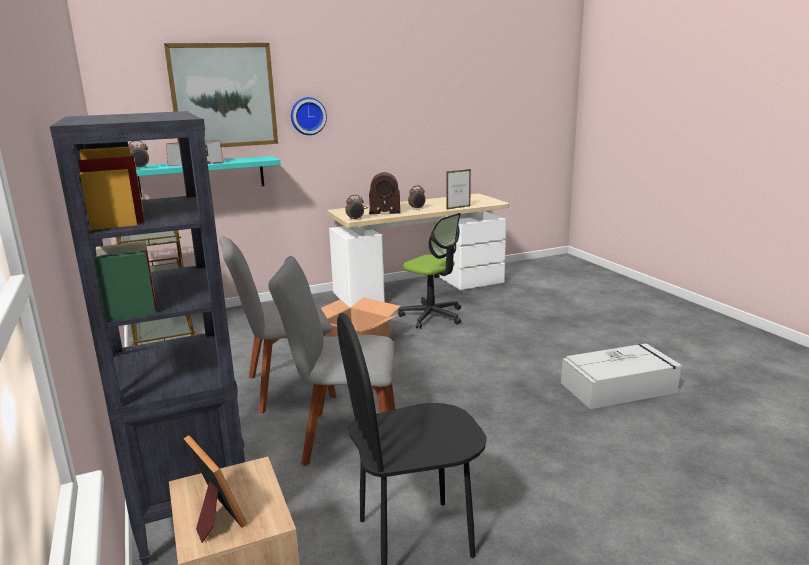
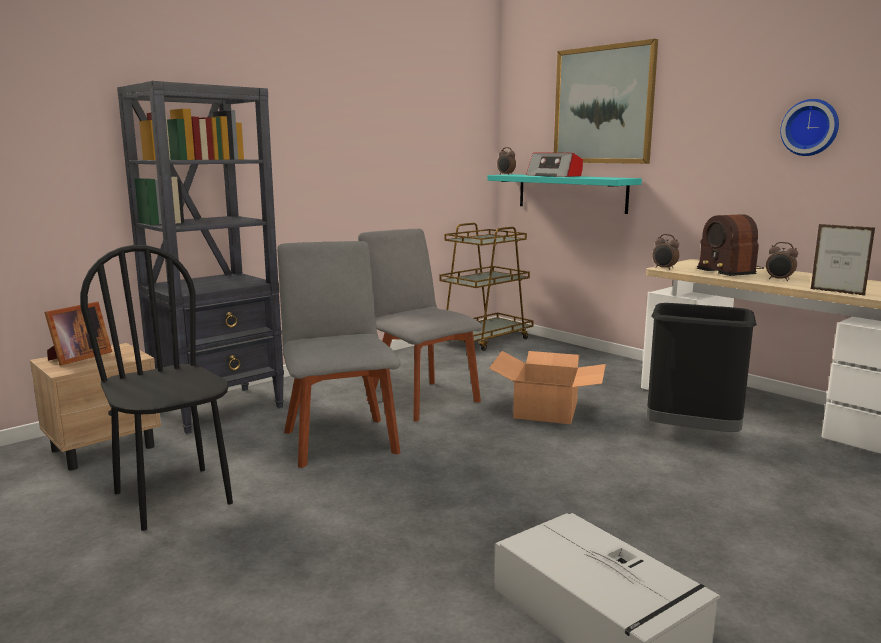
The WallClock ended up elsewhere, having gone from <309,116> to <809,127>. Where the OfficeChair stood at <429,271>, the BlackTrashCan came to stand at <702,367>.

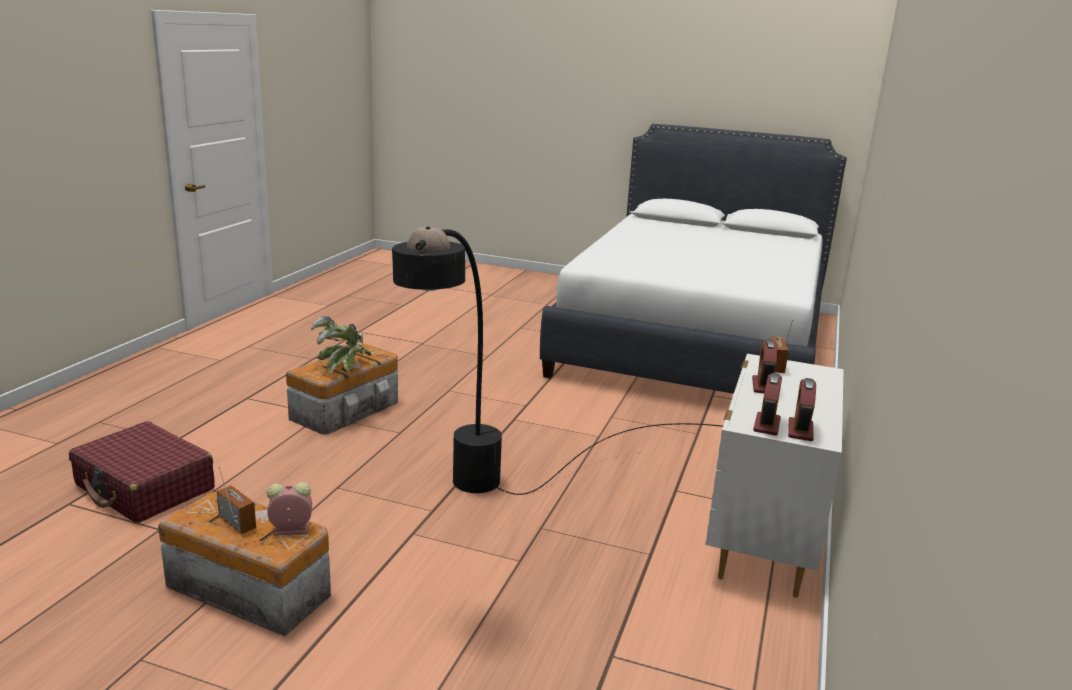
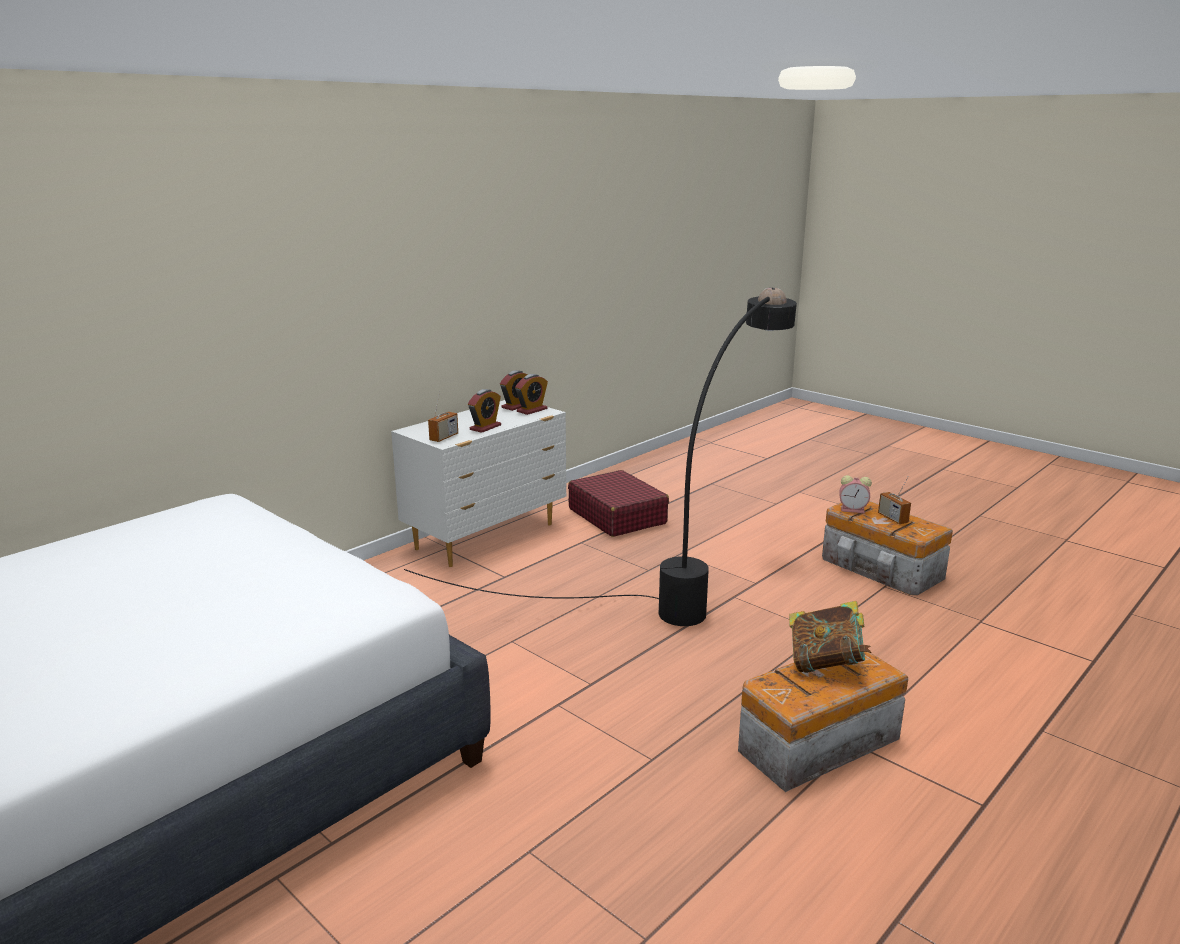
The RedSuitcase ended up elsewhere, having gone from <142,472> to <618,503>. Where the PottedPlant stood at <341,344>, the Book came to stand at <830,637>.

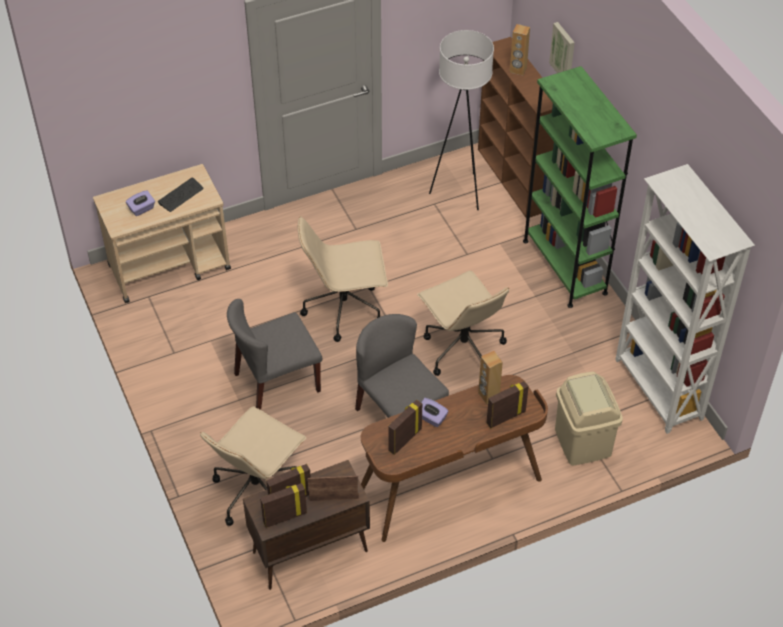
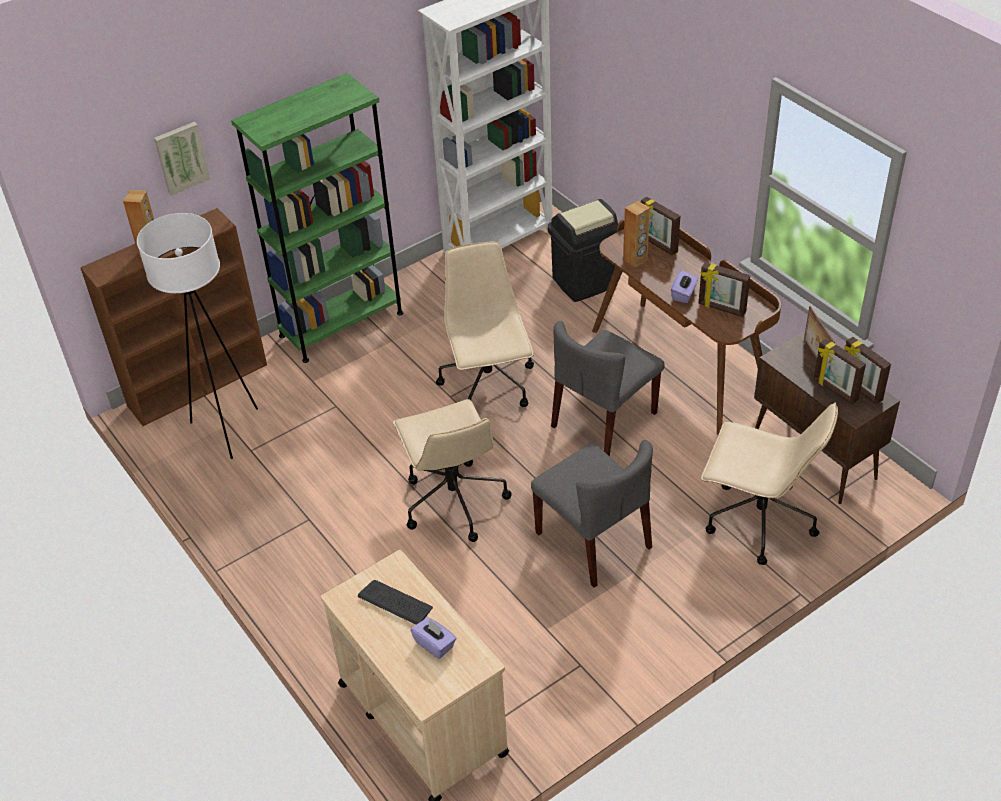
What was the BeigeTrashCan at <589,418> turned into the BlackTrashCan at <583,250>. The BeigeOfficeChair at <463,323> ended up facing another way, 60 degrees counterclockwise from before.

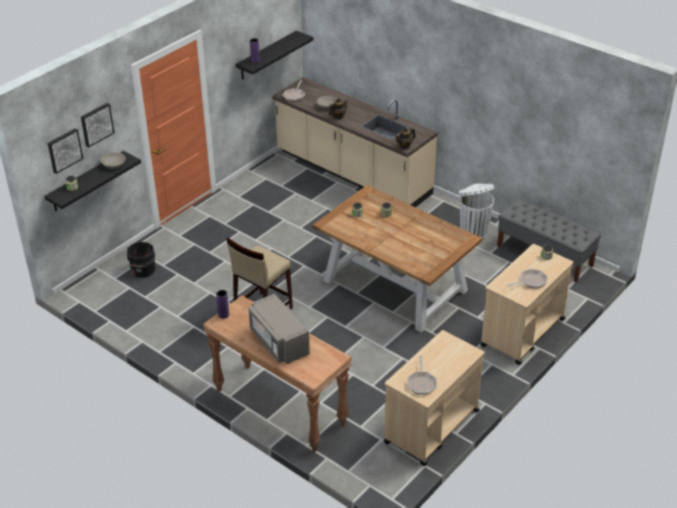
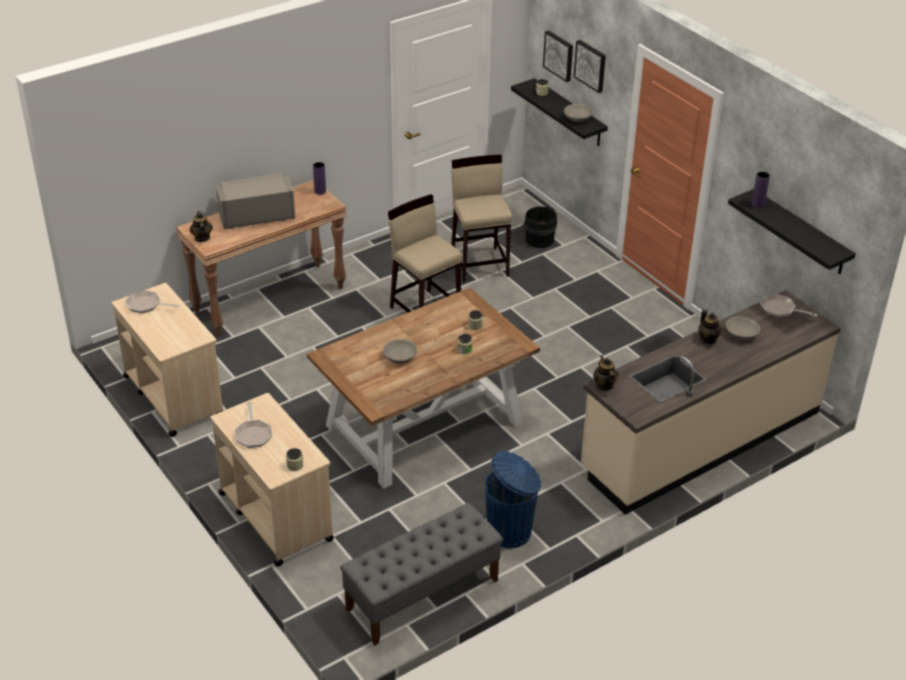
The second view gained the Teapot at <201,226>. The second view gained the GreyBowl at <400,351>. The second view gained the BeigeStool at <481,218>. What was the WhiteTrashCan at <476,212> turned into the BlueTrashCan at <513,499>.

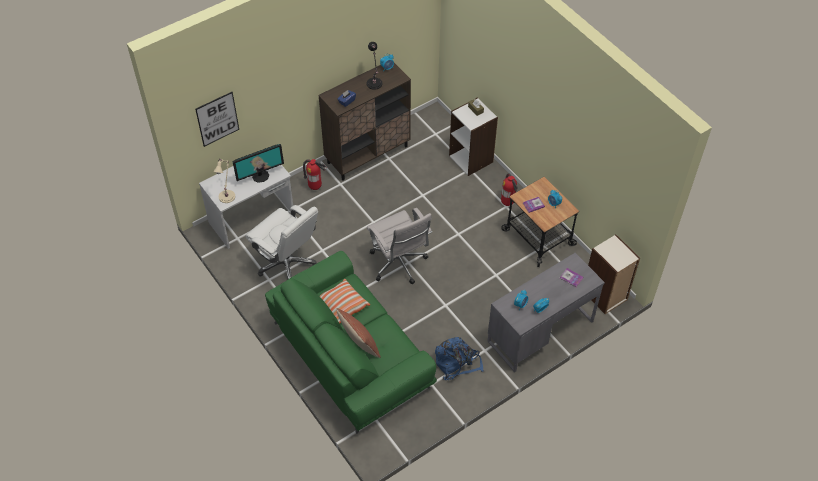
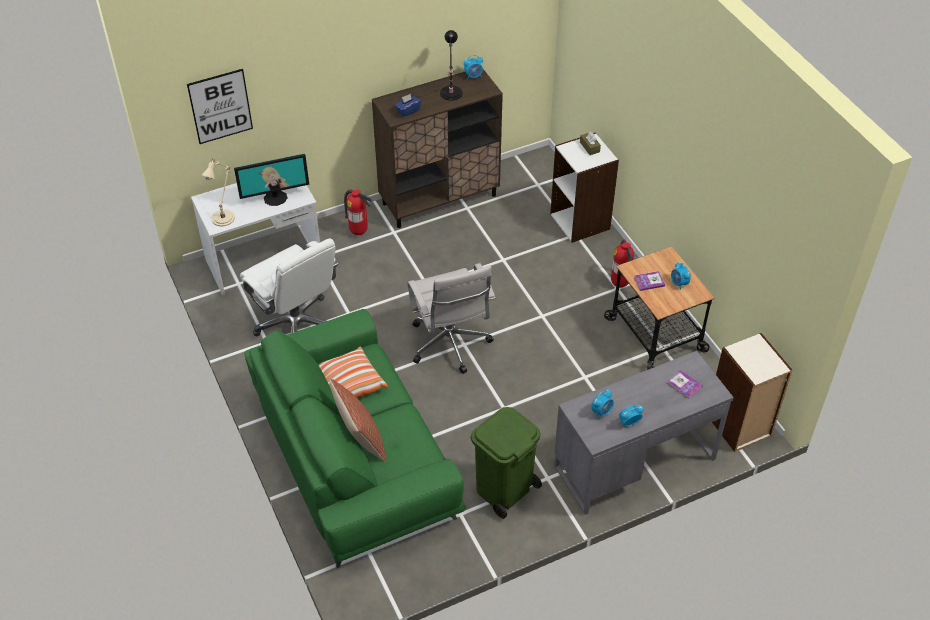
Where the BlueBackpack stood at <459,358>, the GreenTrashCan came to stand at <506,463>.

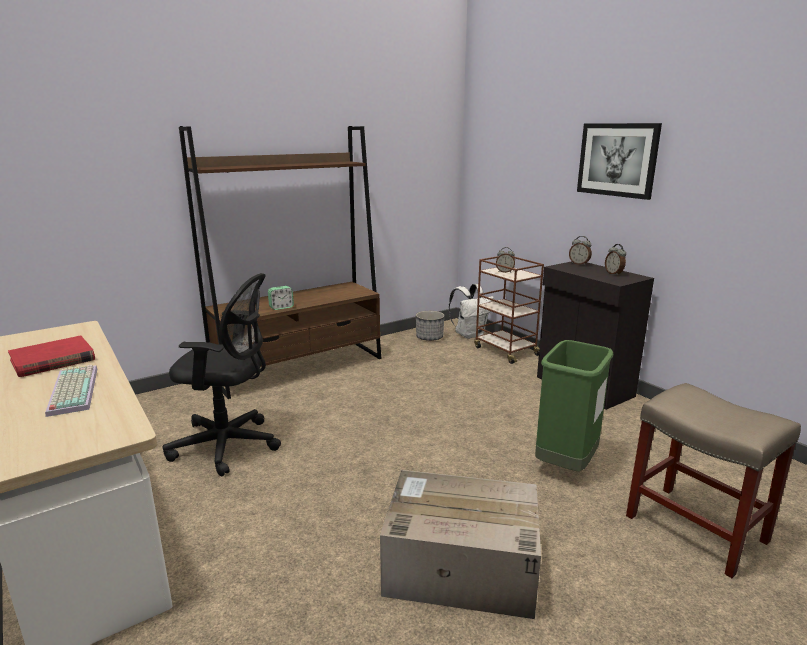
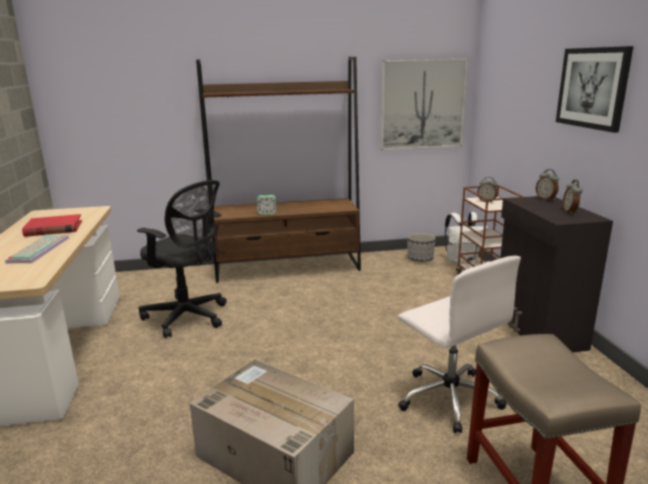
The second view gained the Picture at <424,104>. Where the GreenTrashCan stood at <574,405>, the WhiteOfficeChair came to stand at <459,344>.

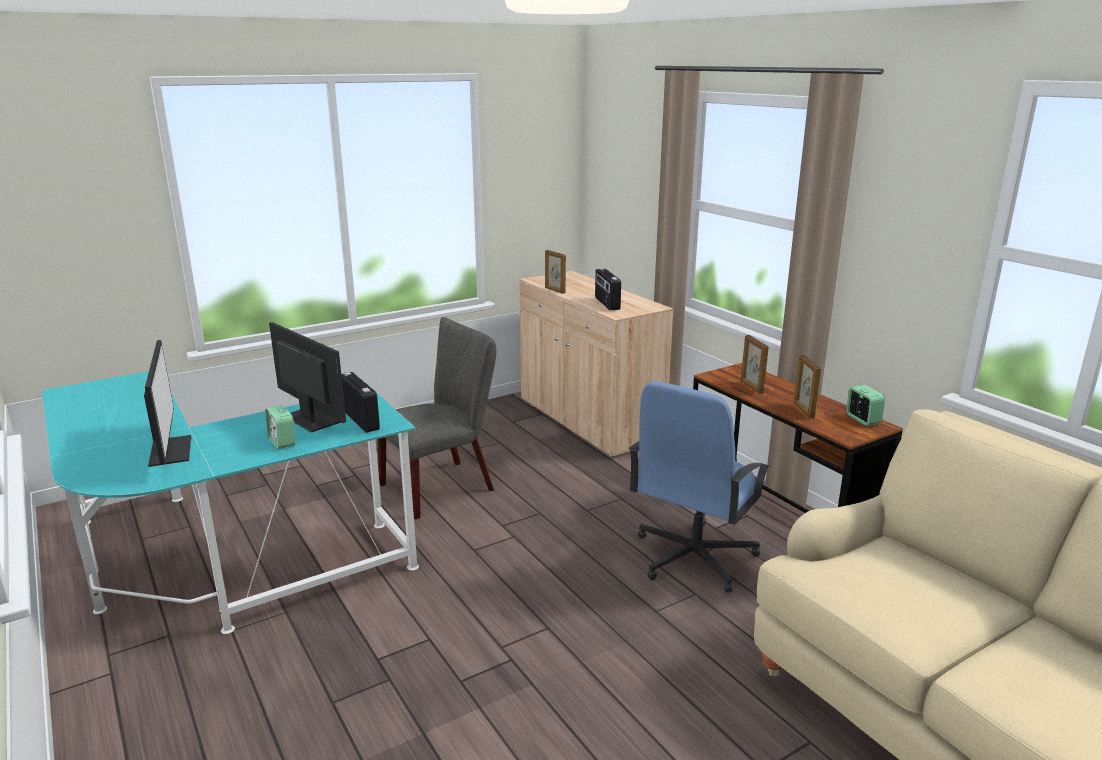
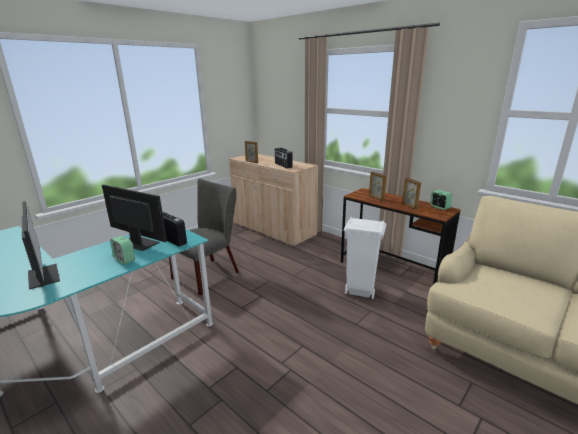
Where the BlueOfficeChair stood at <699,487>, the WhiteTrashCan came to stand at <365,258>.

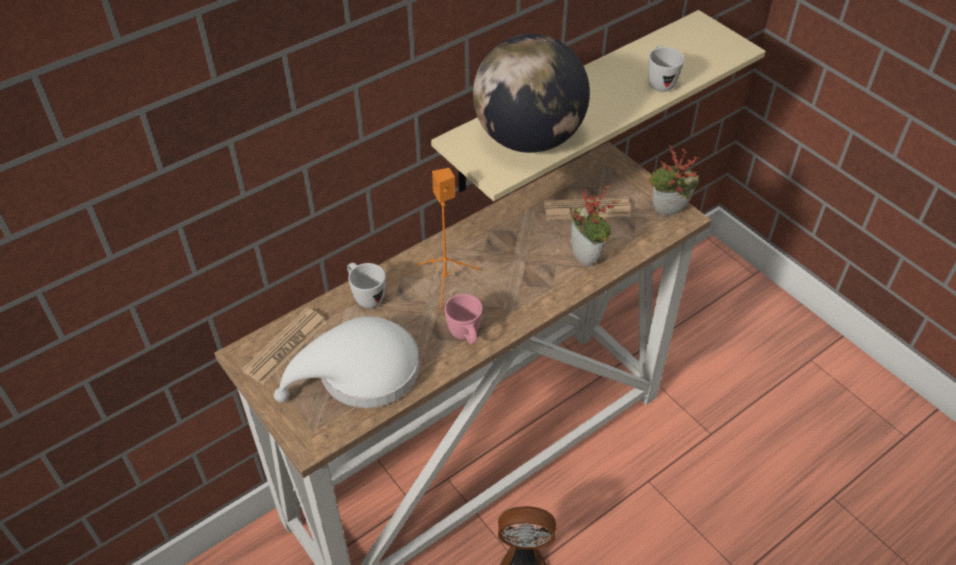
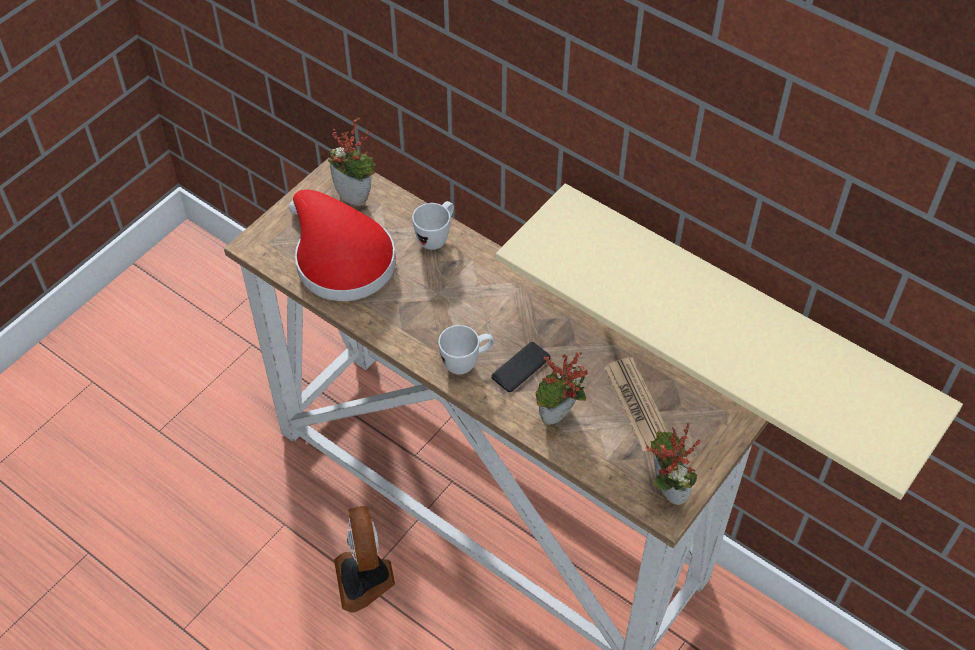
The second view lost the OrangeSpeaker at <448,240>. The second view lost the PinkMug at <463,319>. The second view lost the Globe at <531,93>. The second view gained the Phone at <521,367>. The WhiteMug ended up elsewhere, having gone from <666,68> to <466,349>. Where the Newspaper stood at <284,346>, the PottedPlant came to stand at <351,161>. What was the WhiteHat at <347,362> turned into the RedHat at <342,245>.

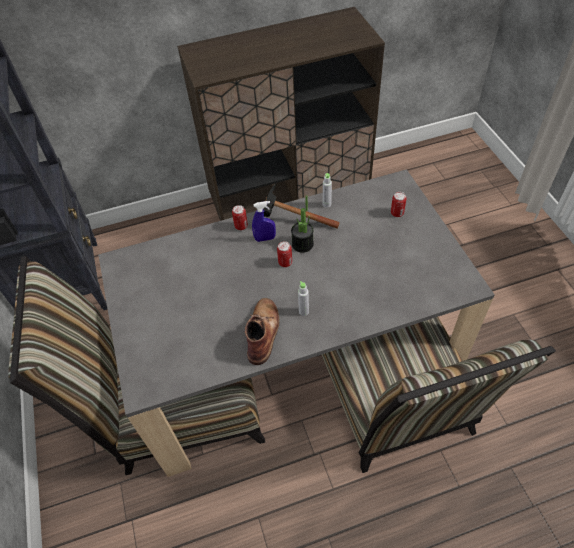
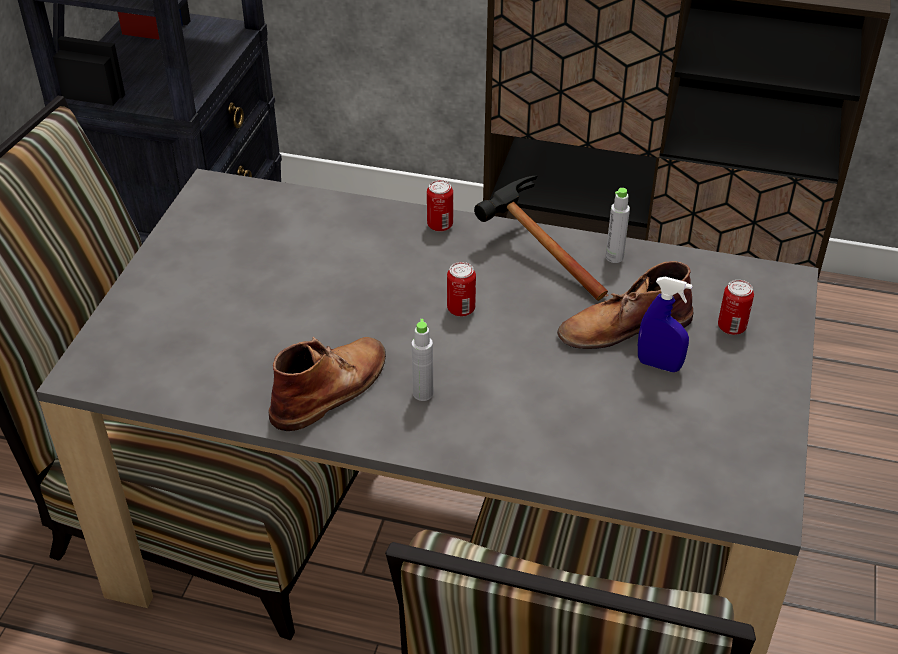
The second view lost the PottedPlant at <302,224>. The second view gained the BrownBoot at <625,305>. The BlueSprayBottle ended up elsewhere, having gone from <264,221> to <665,324>.

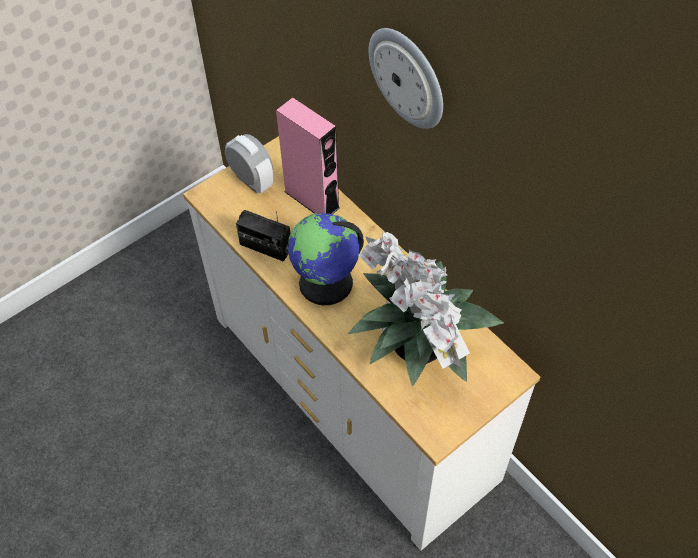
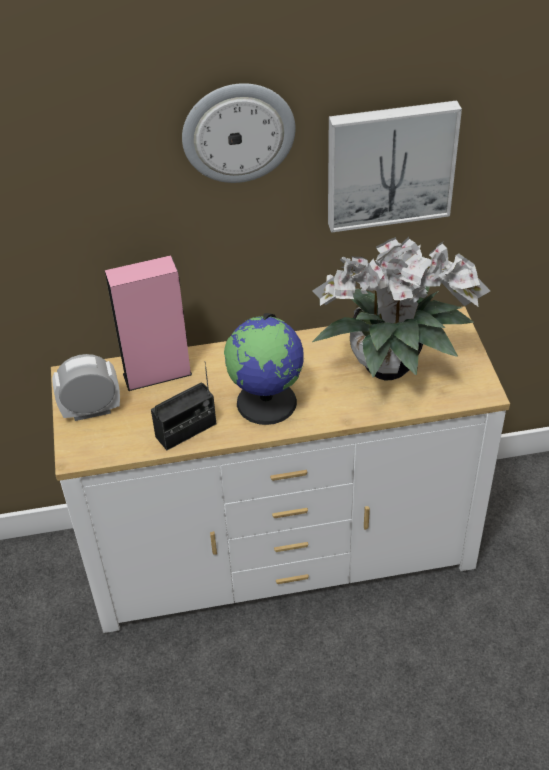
The second view gained the Picture at <395,166>.

